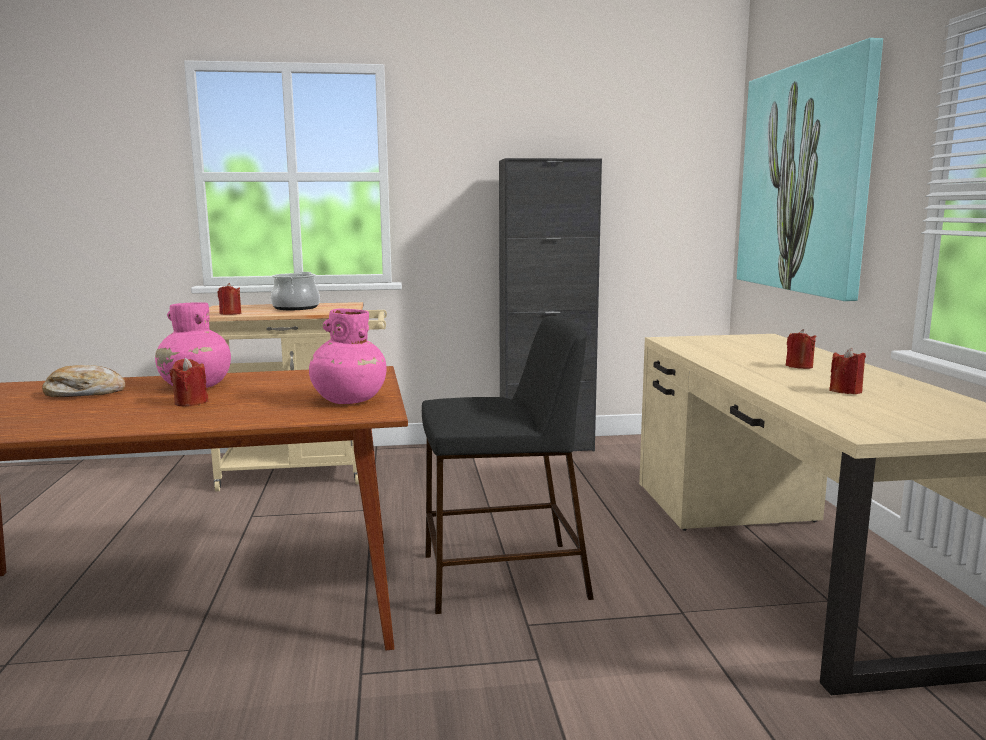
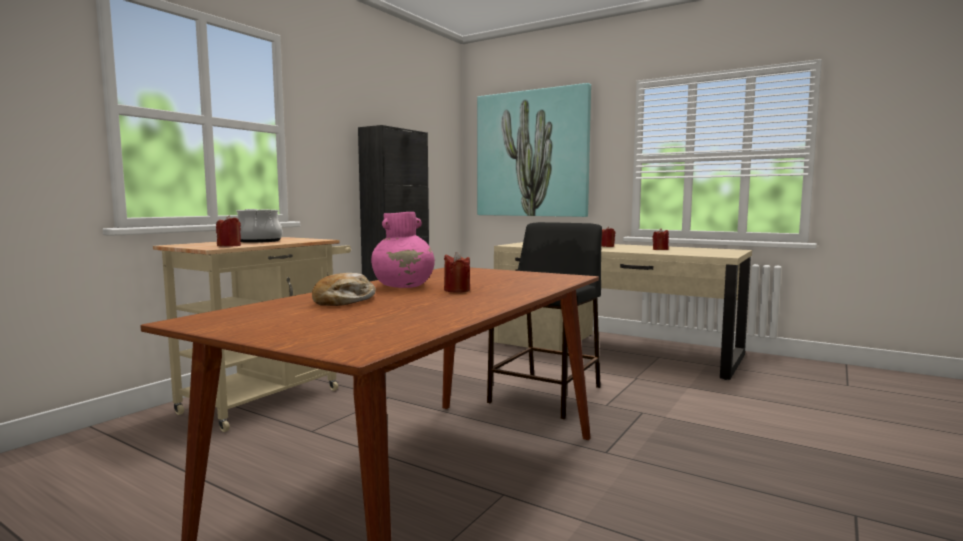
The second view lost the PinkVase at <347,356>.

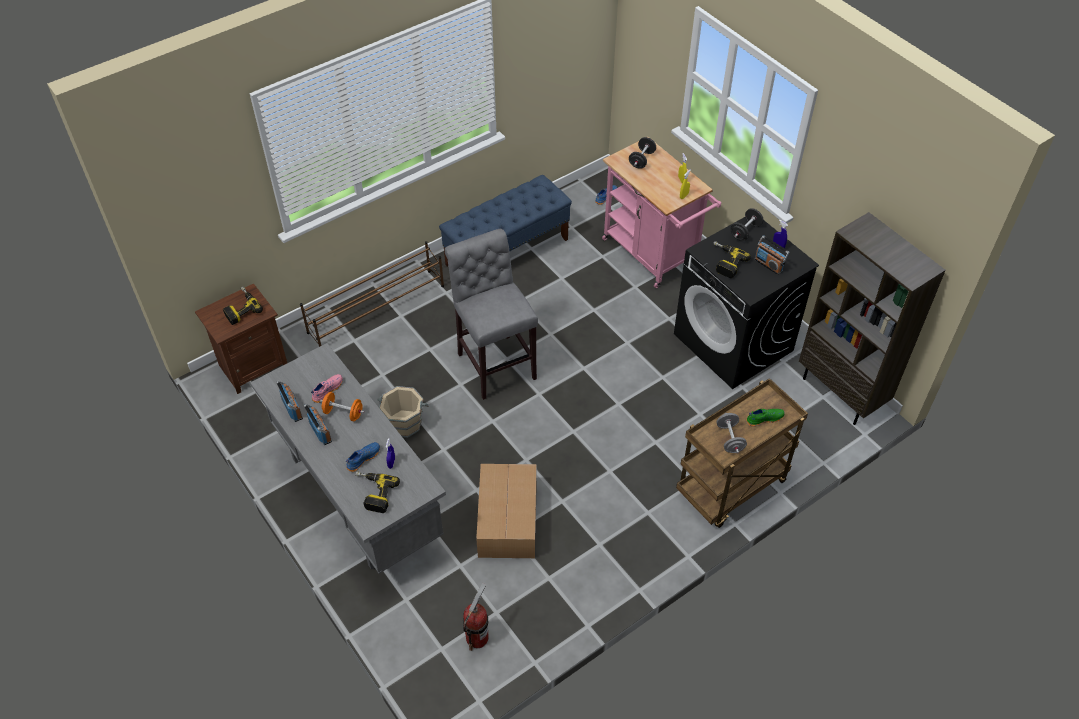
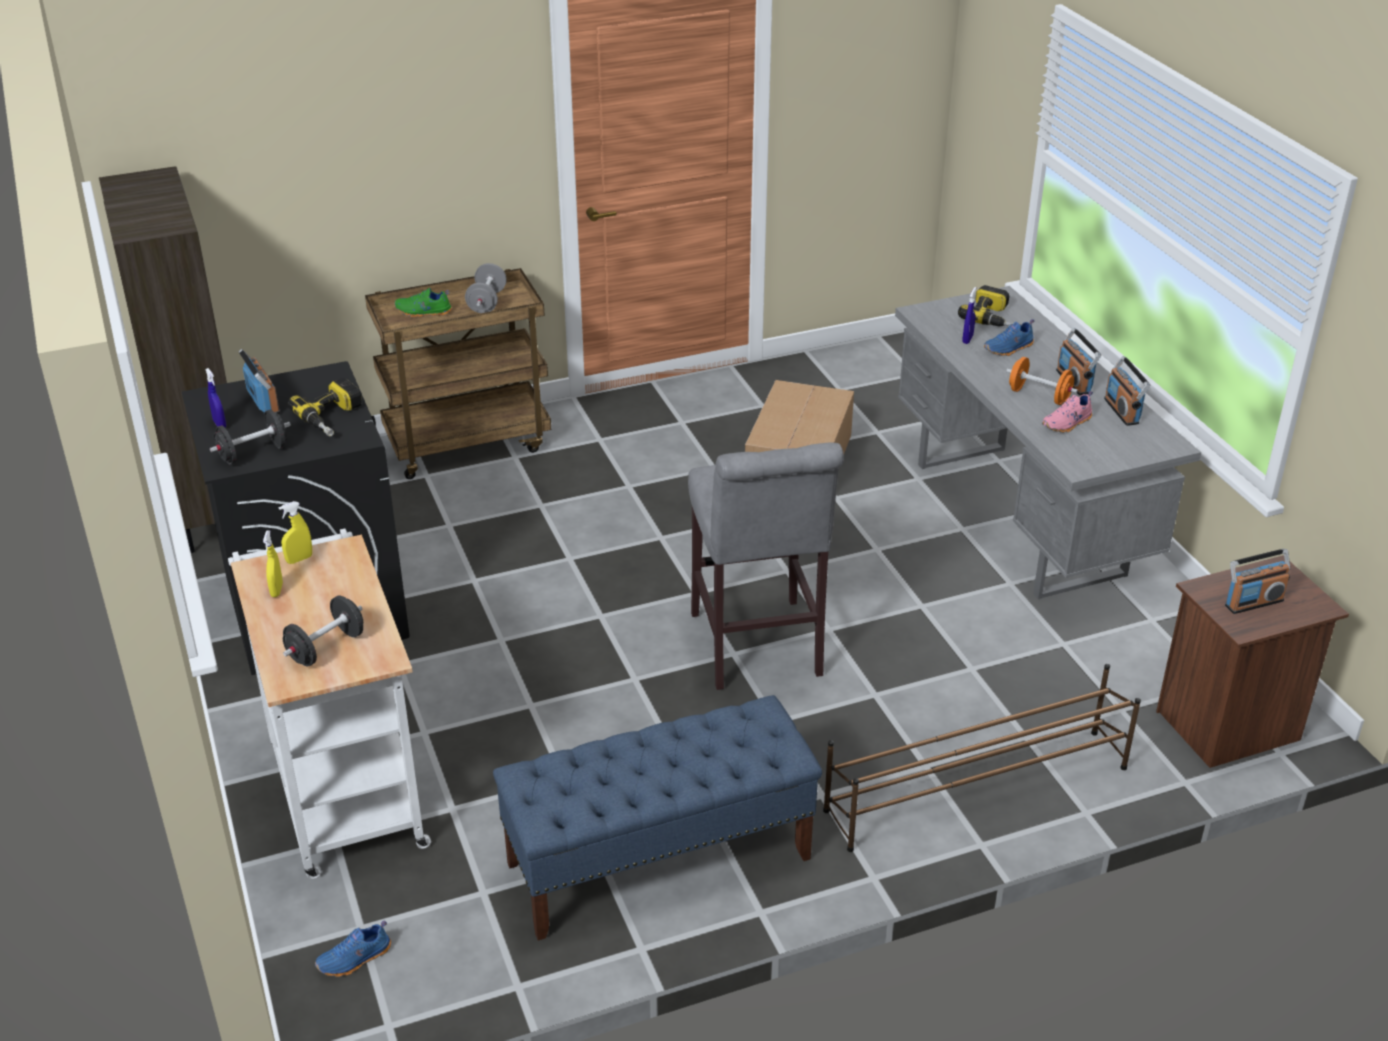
The second view lost the BeigeBucket at <403,412>. The second view lost the FireExtinguisher at <476,617>. Where the PowerDrill stood at <243,305>, the Radio came to stand at <1257,581>. What was the PinkCart at <661,212> turned into the WhiteCart at <329,704>.

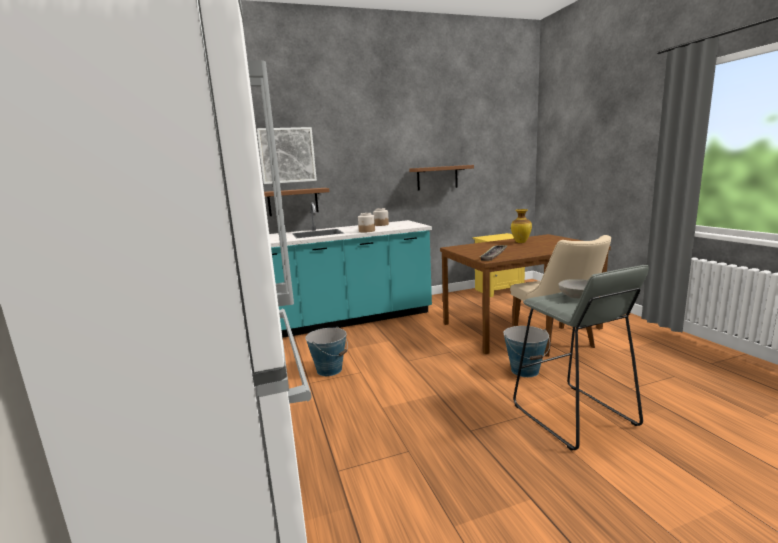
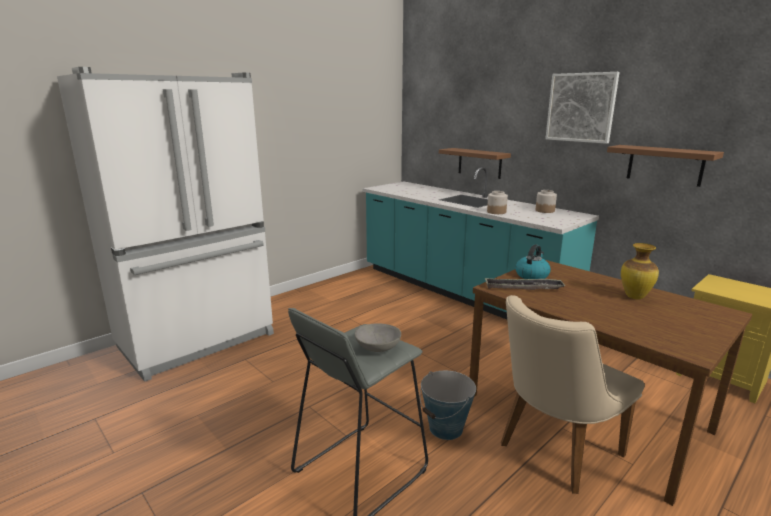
The second view lost the Bucket at <326,351>. The second view gained the Kettle at <533,261>. The Picture ended up elsewhere, having gone from <287,155> to <582,108>.

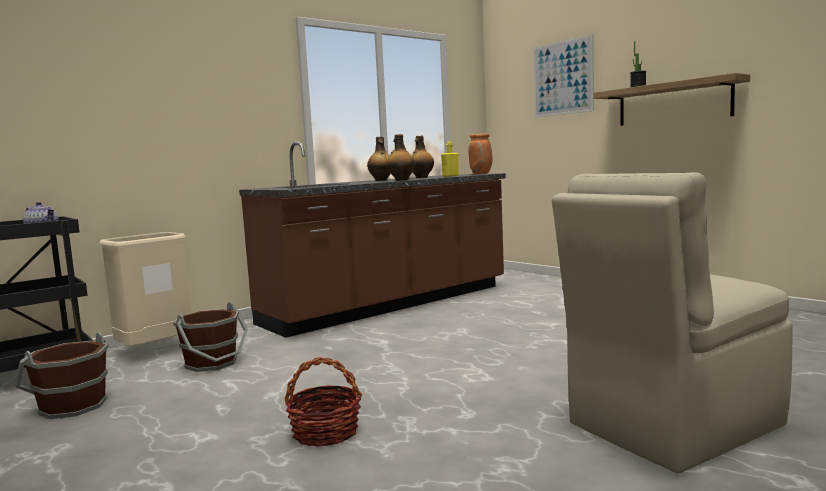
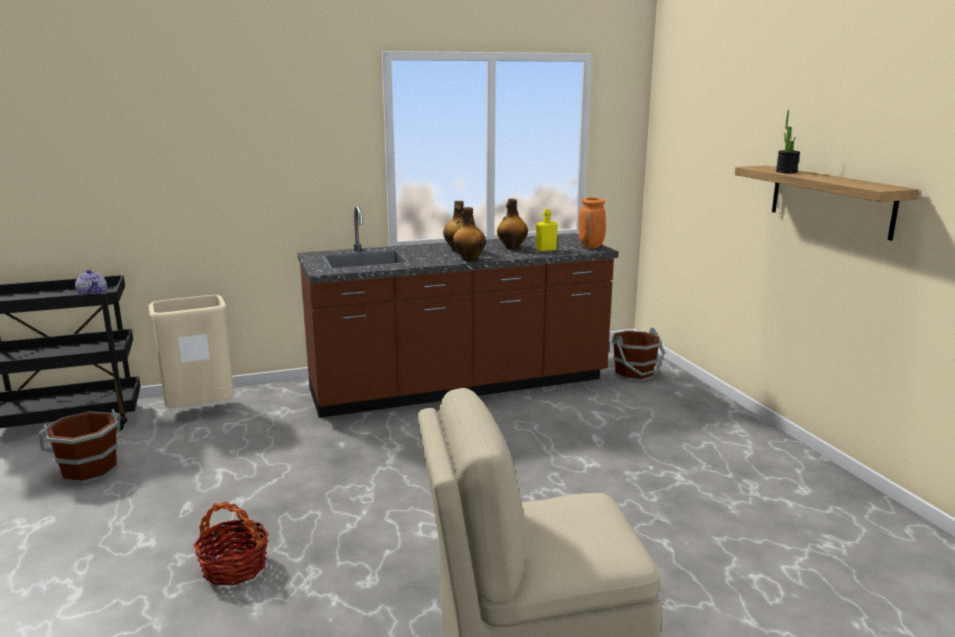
The second view lost the Picture at <563,76>. The BrownBucket ended up elsewhere, having gone from <210,336> to <638,354>.

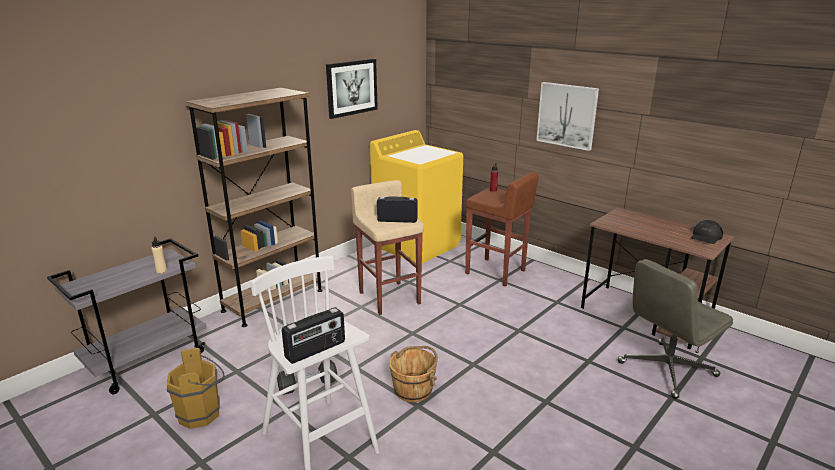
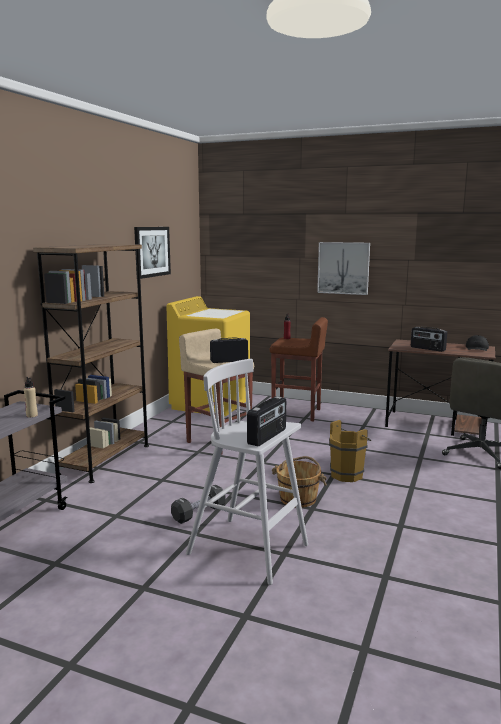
The second view gained the Radio at <429,339>. The BrownBucket ended up elsewhere, having gone from <196,388> to <350,451>.

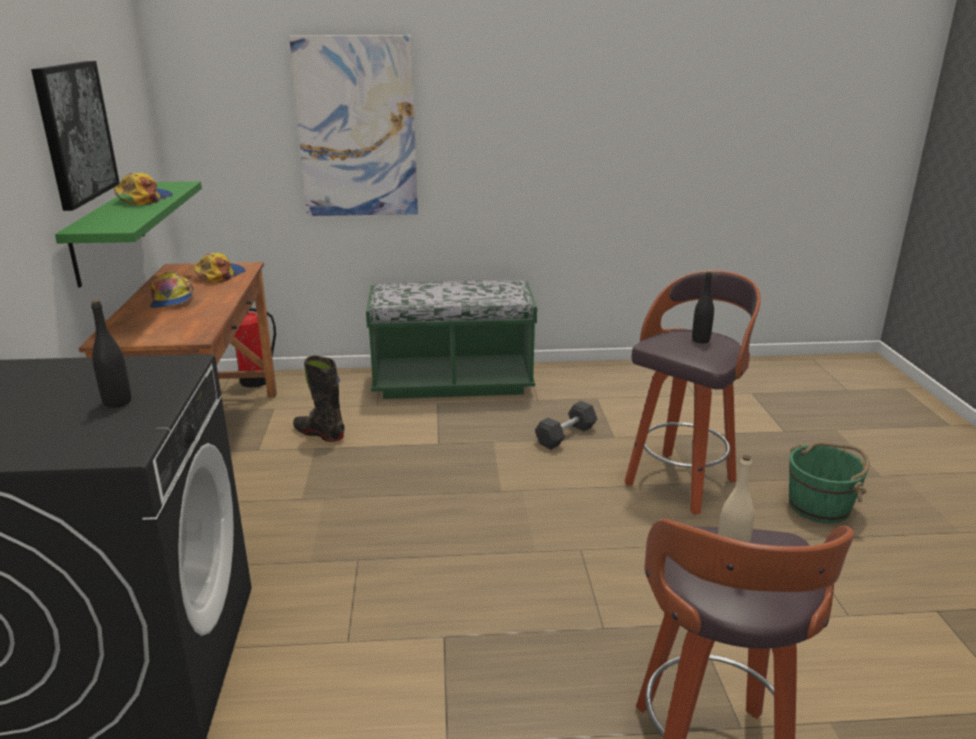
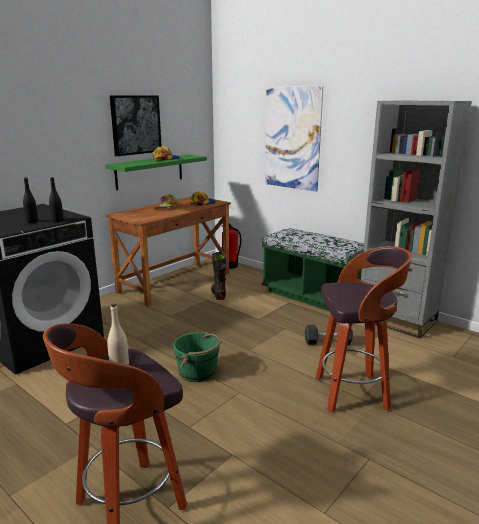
The second view gained the GreyBookcase at <416,219>. The BlackBottle ended up elsewhere, having gone from <703,307> to <56,200>. The GreenBucket ended up elsewhere, having gone from <829,482> to <197,357>.

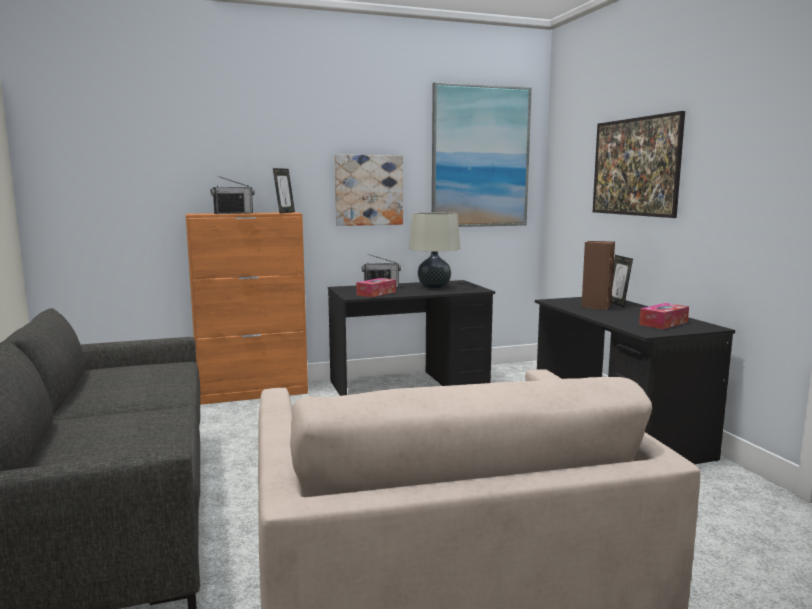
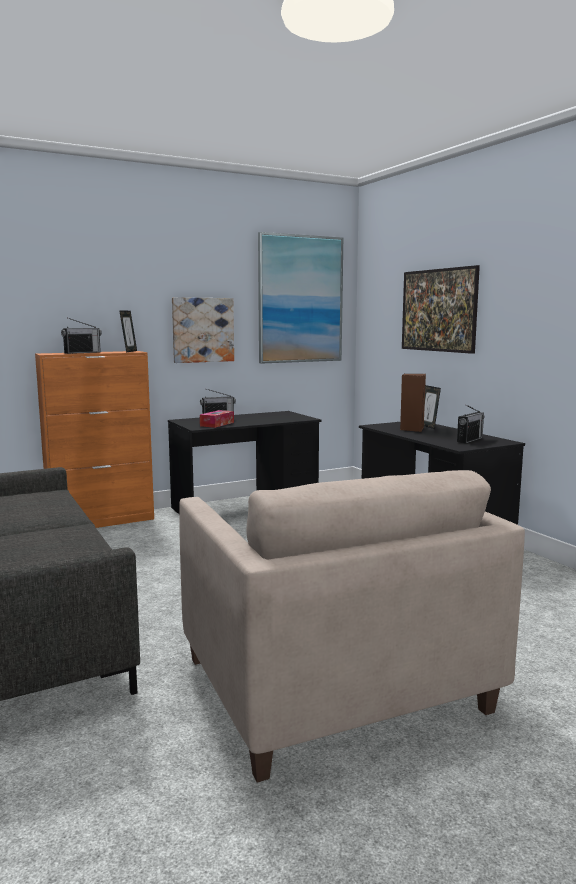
The second view lost the BeigeTableLamp at <435,250>. Where the TissueBox stood at <664,316>, the Radio came to stand at <471,424>.

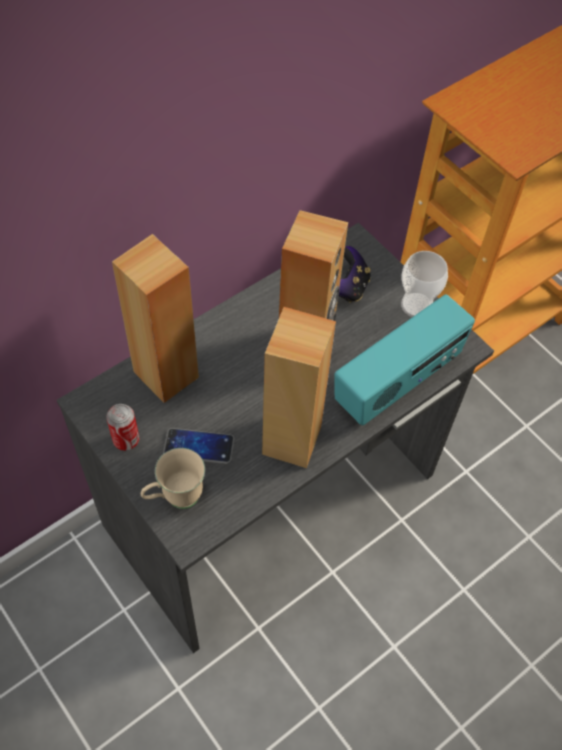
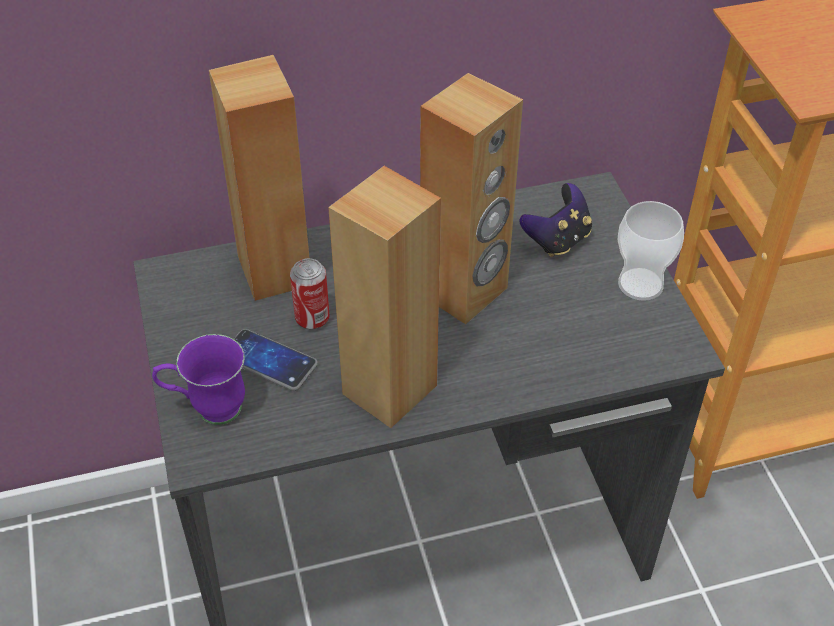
The second view lost the Radio at <405,360>. The Can ended up elsewhere, having gone from <122,427> to <310,294>. What was the BeigeMug at <173,478> turned into the PurpleMug at <198,379>.

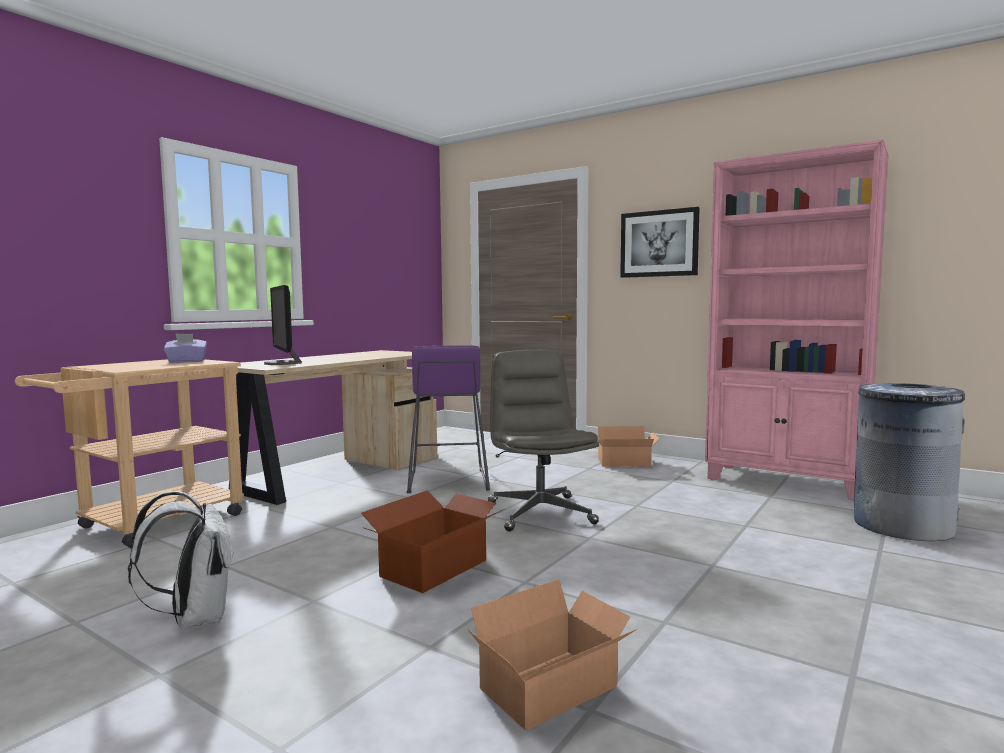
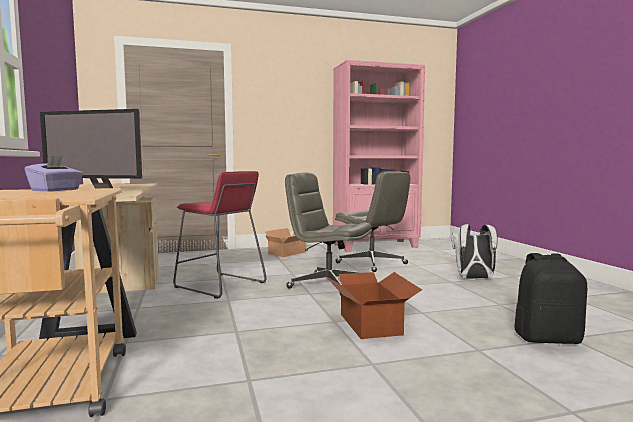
The second view lost the Picture at <660,242>. The second view lost the GreyTrashCan at <909,462>. The second view gained the GreyOfficeChair at <372,221>. The WhiteBackpack ended up elsewhere, having gone from <181,559> to <474,251>. Where the CardboardBox stood at <552,654>, the BlackBackpack came to stand at <550,298>. What was the PurpleStool at <448,419> turned into the RedStool at <219,235>.

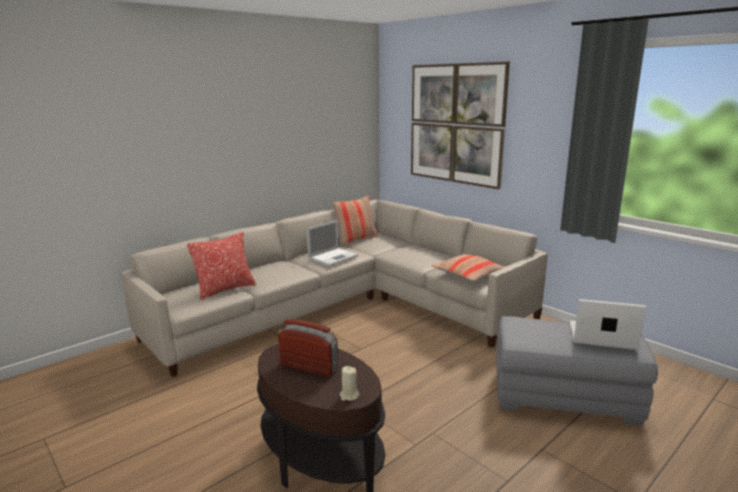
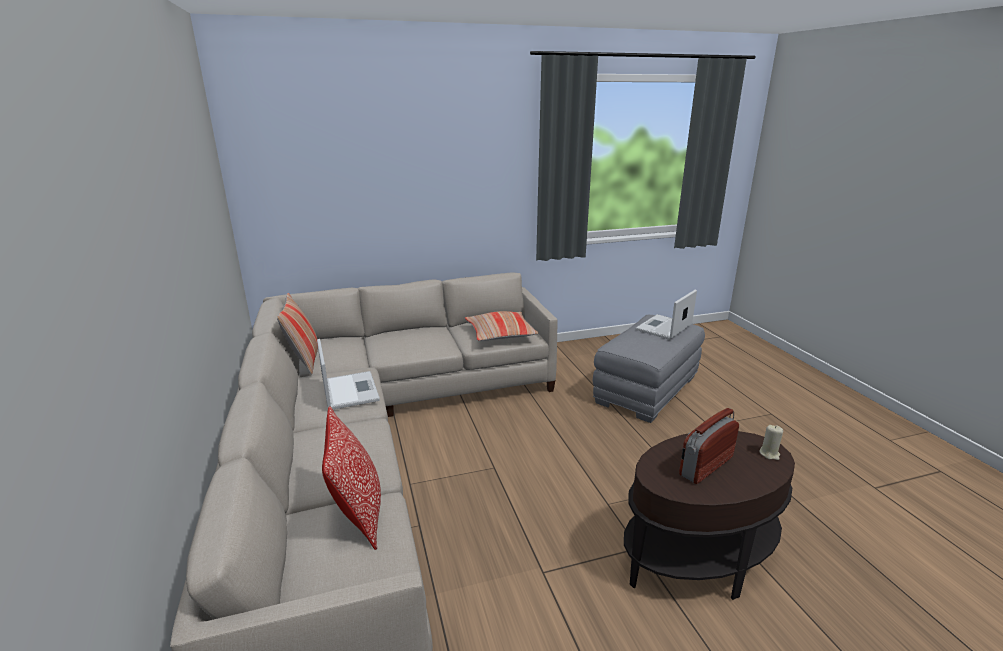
The second view lost the Picture at <460,125>.

